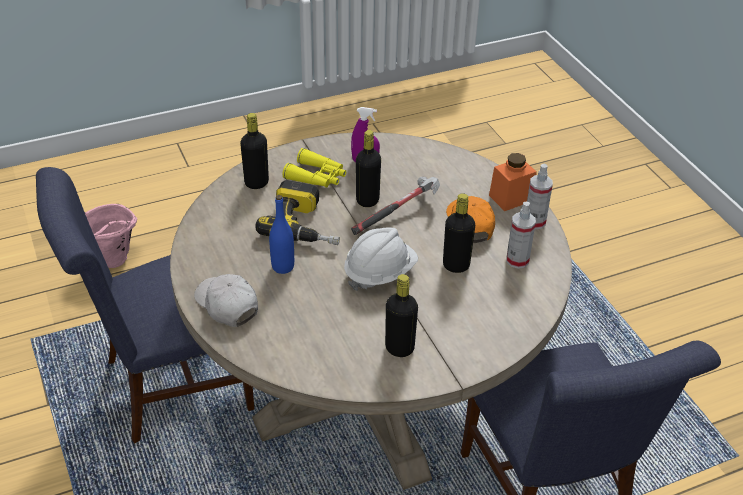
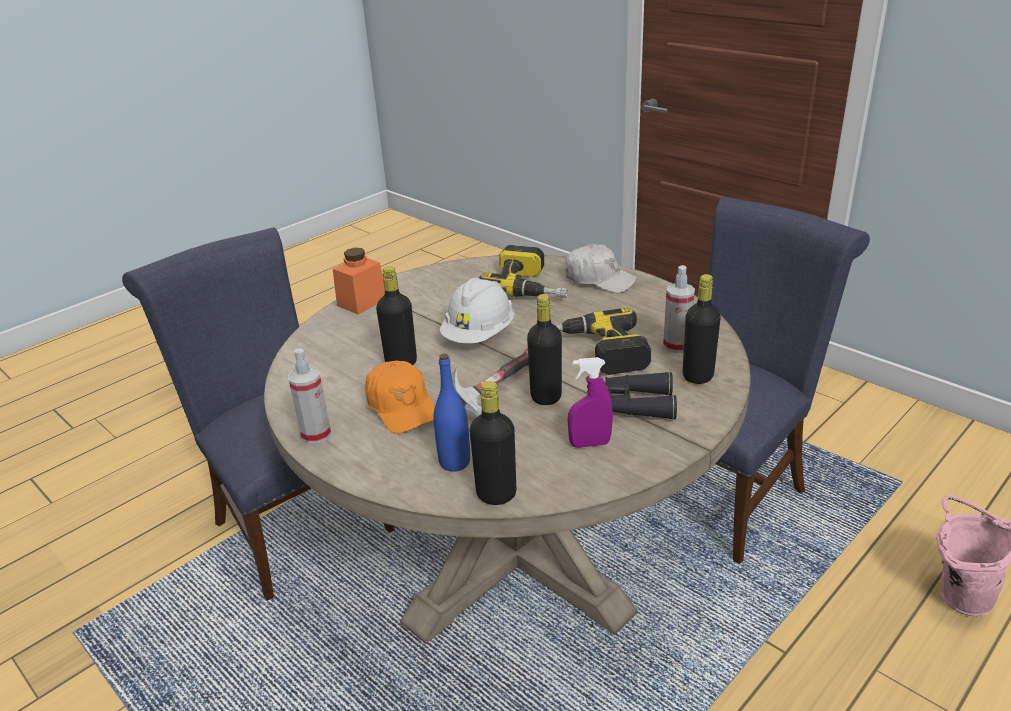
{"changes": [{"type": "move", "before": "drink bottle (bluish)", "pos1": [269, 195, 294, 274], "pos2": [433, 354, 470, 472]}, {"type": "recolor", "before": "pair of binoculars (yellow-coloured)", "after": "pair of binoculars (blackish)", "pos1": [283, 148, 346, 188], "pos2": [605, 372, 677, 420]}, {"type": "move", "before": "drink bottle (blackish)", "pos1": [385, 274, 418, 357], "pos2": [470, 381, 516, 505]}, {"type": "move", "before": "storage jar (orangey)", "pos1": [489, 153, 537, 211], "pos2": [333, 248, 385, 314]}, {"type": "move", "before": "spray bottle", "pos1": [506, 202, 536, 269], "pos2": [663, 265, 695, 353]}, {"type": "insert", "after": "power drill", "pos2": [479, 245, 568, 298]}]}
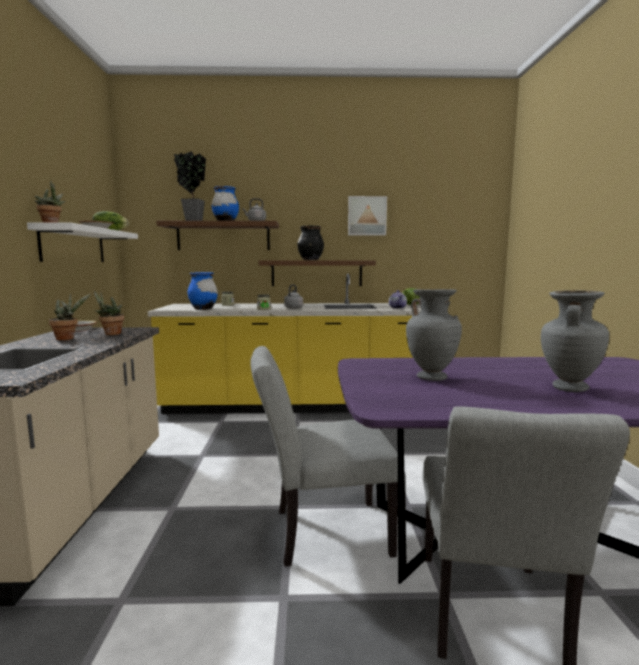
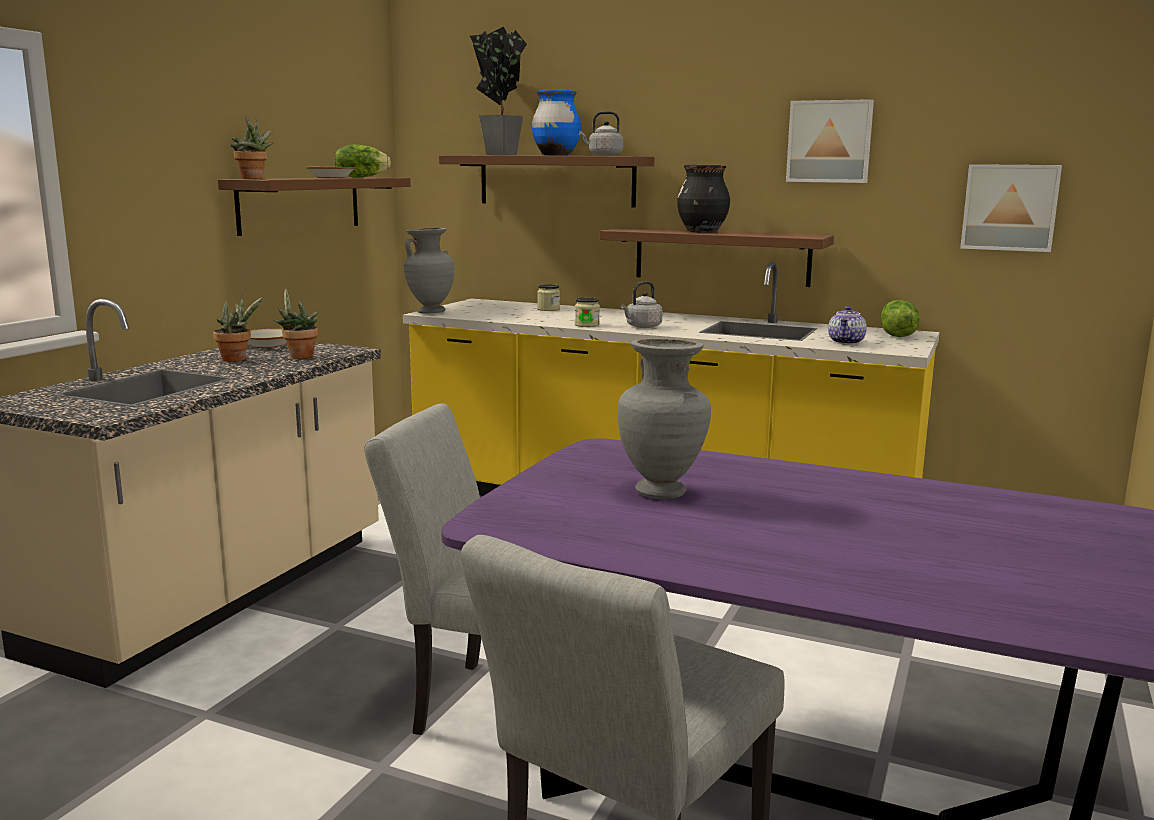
{"changes": [{"type": "recolor", "before": "bracket shelf (white)", "after": "bracket shelf (brown)", "pos1": [27, 222, 138, 262], "pos2": [218, 177, 411, 236]}, {"type": "delete", "before": "decorative vase (bluish)", "pos1": [187, 272, 218, 310]}, {"type": "move", "before": "decorative vase (grey)", "pos1": [541, 290, 609, 392], "pos2": [404, 228, 454, 314]}, {"type": "insert", "after": "wall picture", "pos2": [960, 164, 1062, 252]}]}
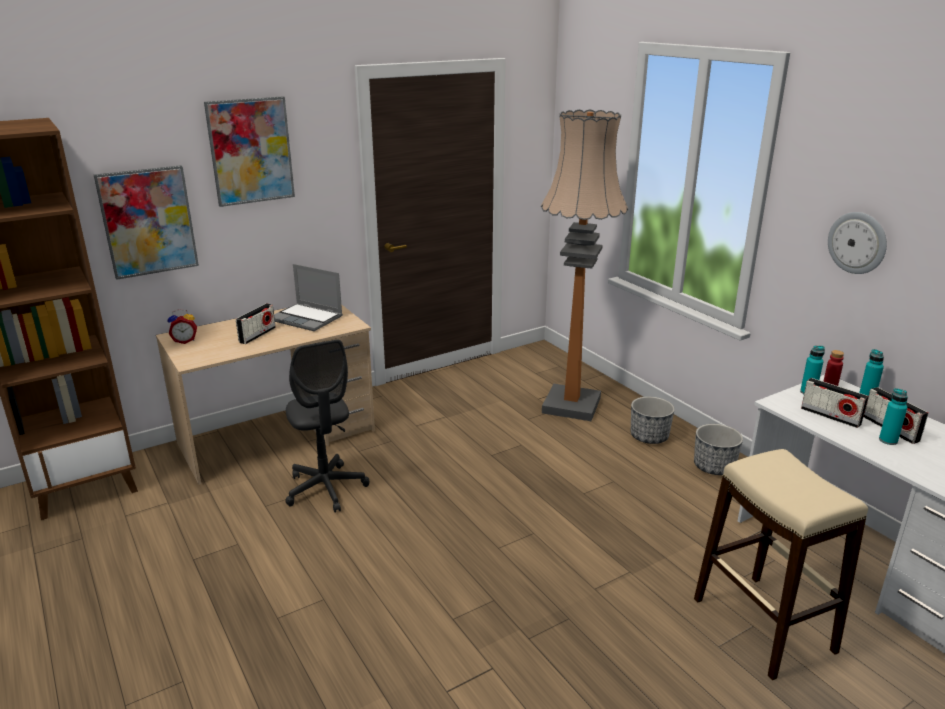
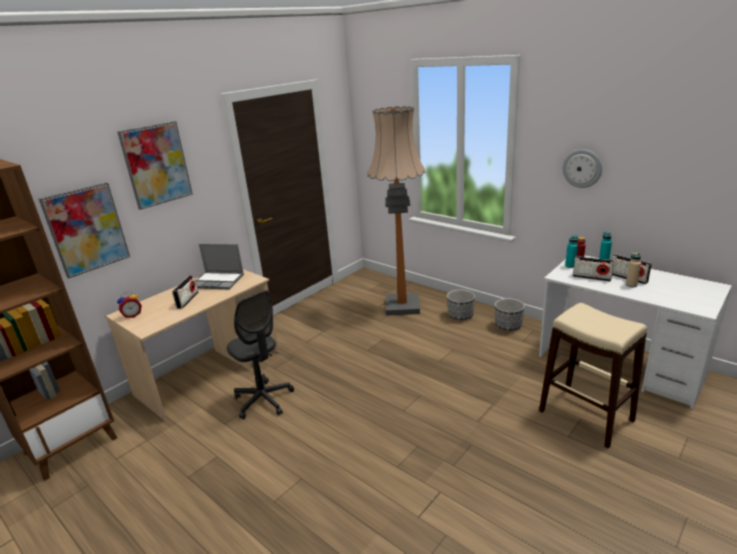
{"changes": [{"type": "recolor", "before": "drink bottle (turquoise)", "after": "drink bottle (sand-coloured)", "pos1": [879, 388, 908, 445], "pos2": [626, 252, 641, 287]}]}
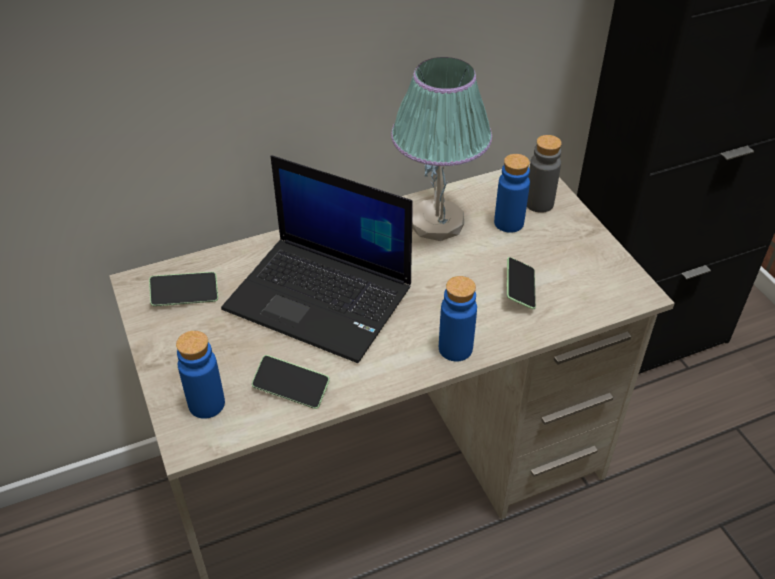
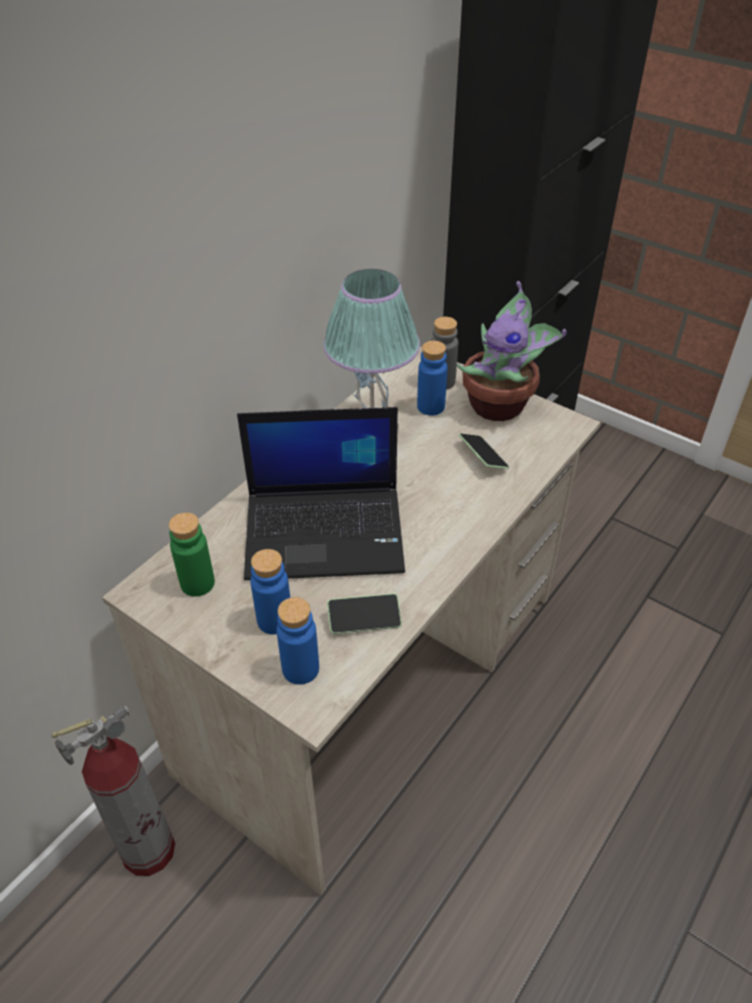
{"changes": [{"type": "replace", "before": "handset", "after": "drink bottle (green-coloured)", "pos1": [149, 272, 218, 306], "pos2": [169, 513, 215, 596]}, {"type": "move", "before": "drink bottle (bluish)", "pos1": [439, 276, 477, 361], "pos2": [250, 549, 290, 635]}, {"type": "insert", "after": "extinguisher", "pos2": [52, 706, 175, 876]}, {"type": "insert", "after": "houseplant", "pos2": [456, 281, 567, 421]}]}
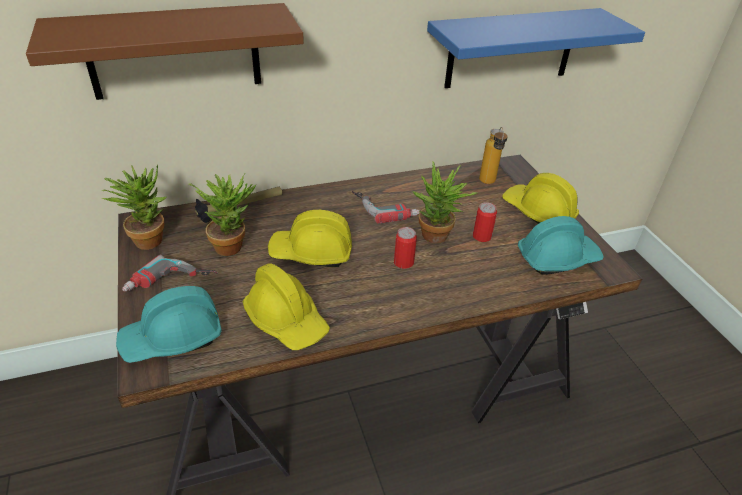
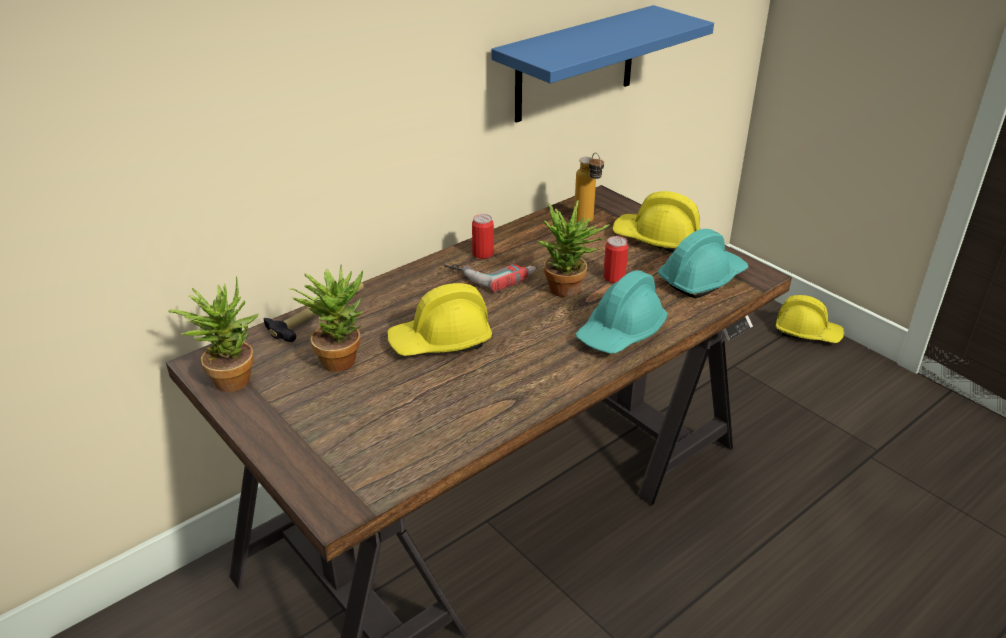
{"changes": [{"type": "delete", "before": "bracket shelf (brown)", "pos1": [26, 3, 304, 100]}, {"type": "move", "before": "safety helmet (turquoise)", "pos1": [116, 286, 222, 363], "pos2": [575, 270, 668, 353]}, {"type": "delete", "before": "power drill", "pos1": [122, 255, 218, 292]}, {"type": "move", "before": "safety helmet (yellow-coloured)", "pos1": [243, 263, 330, 350], "pos2": [776, 295, 844, 343]}, {"type": "move", "before": "metal can", "pos1": [394, 227, 417, 269], "pos2": [472, 214, 494, 259]}]}
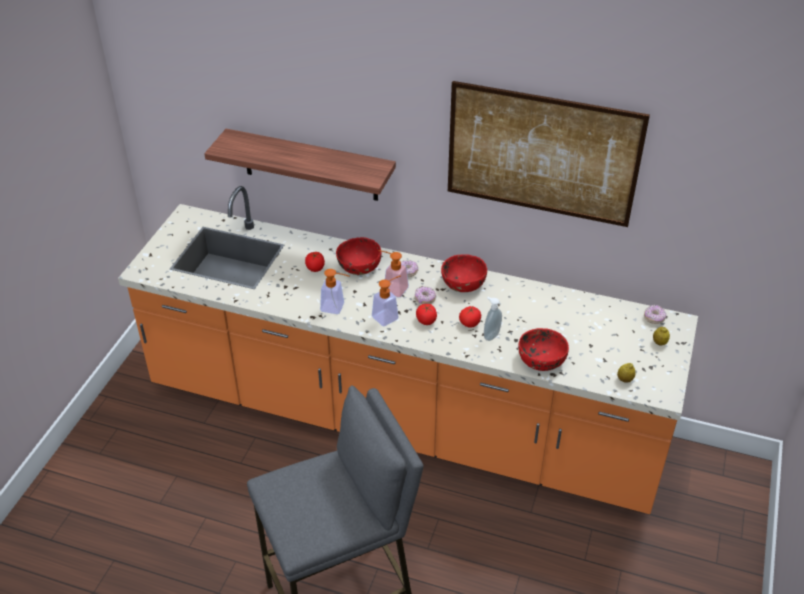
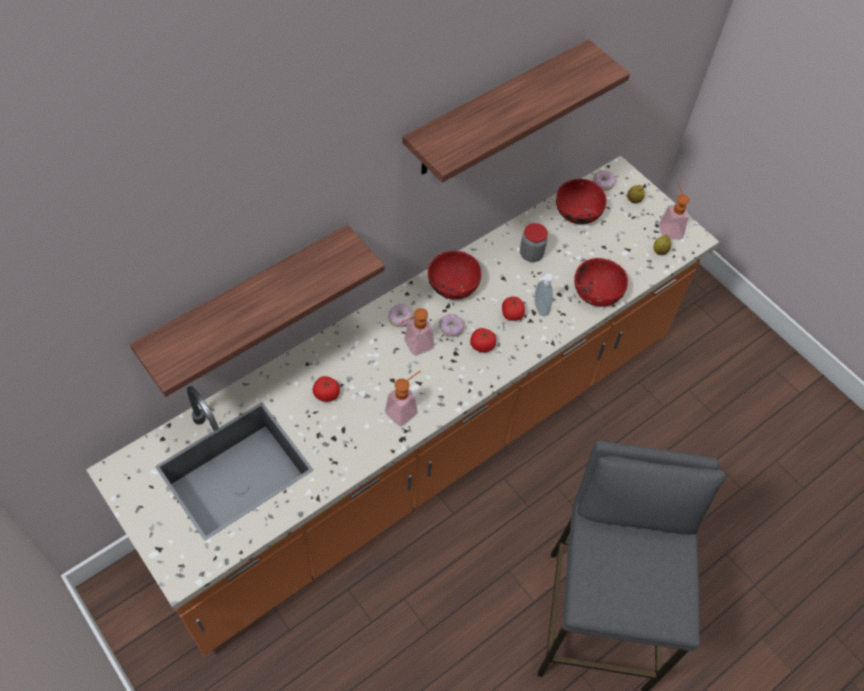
{"changes": [{"type": "move", "before": "bowl (red-coloured)", "pos1": [336, 237, 382, 275], "pos2": [556, 179, 607, 224]}, {"type": "move", "before": "liquid soap bottle", "pos1": [372, 275, 401, 326], "pos2": [659, 183, 690, 240]}, {"type": "replace", "before": "wall picture", "after": "bracket shelf", "pos1": [448, 81, 650, 227], "pos2": [402, 39, 630, 183]}, {"type": "insert", "after": "storage jar", "pos2": [520, 223, 548, 262]}]}
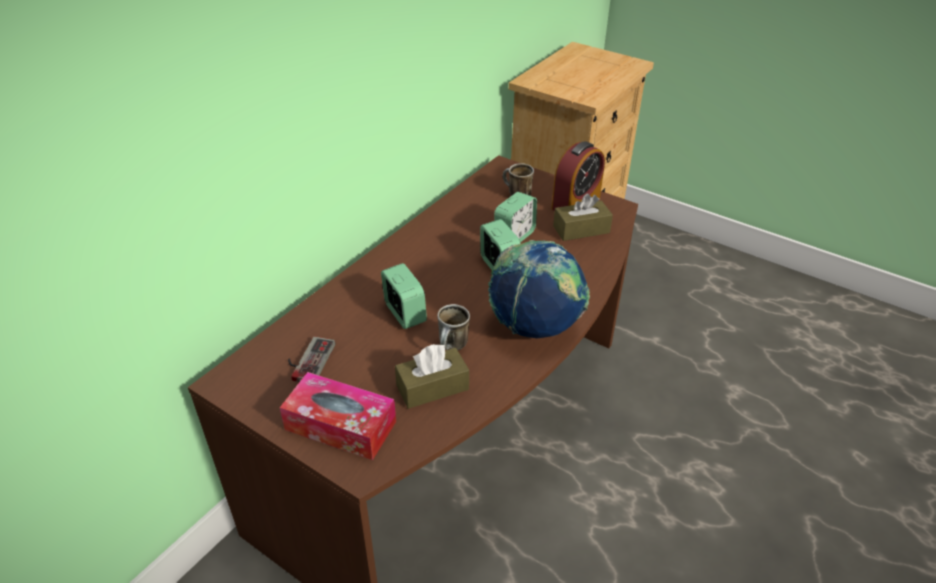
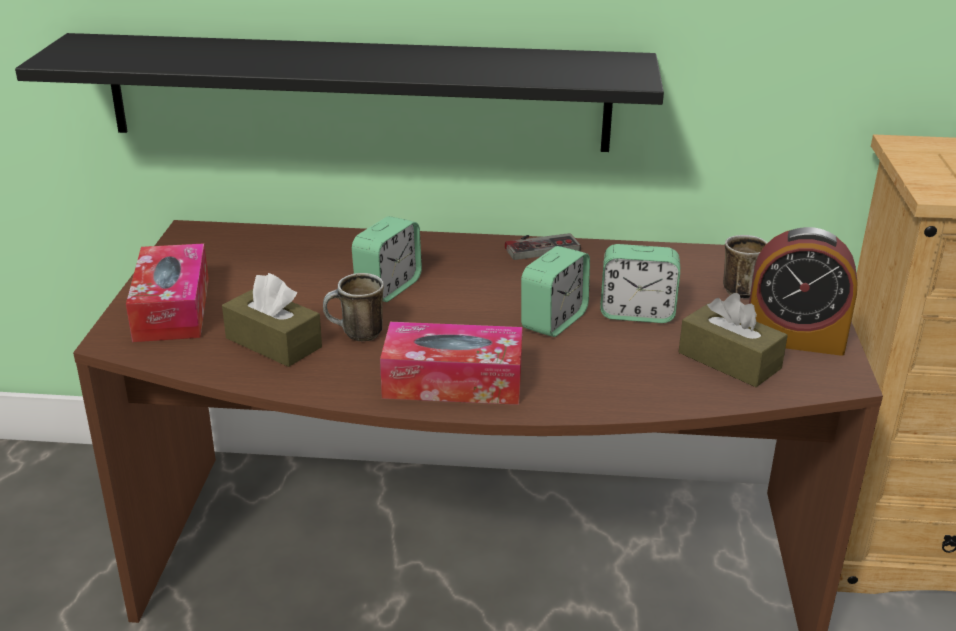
{"changes": [{"type": "move", "before": "game controller", "pos1": [288, 337, 335, 382], "pos2": [505, 233, 581, 260]}, {"type": "replace", "before": "desk globe", "after": "tissue holder", "pos1": [488, 240, 590, 338], "pos2": [380, 322, 523, 405]}, {"type": "insert", "after": "bracket shelf (blackish)", "pos2": [15, 33, 664, 152]}]}
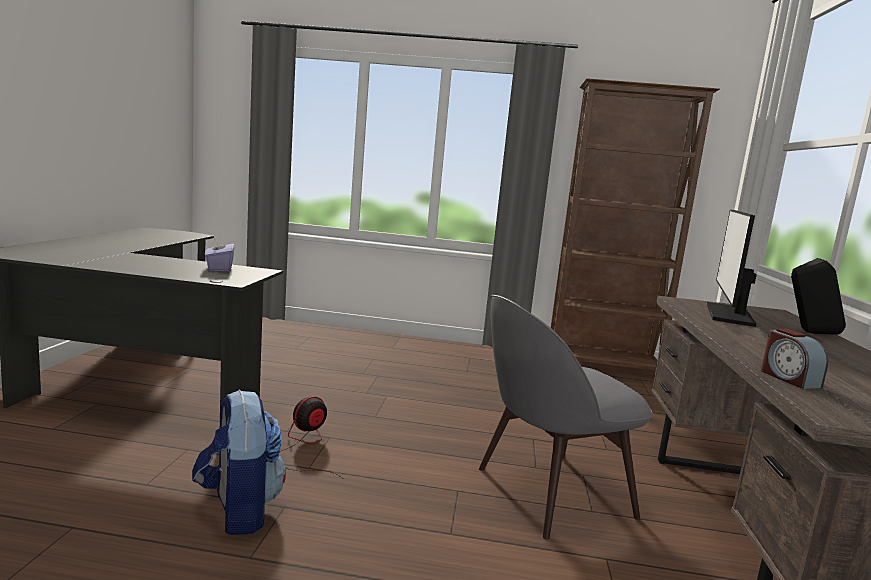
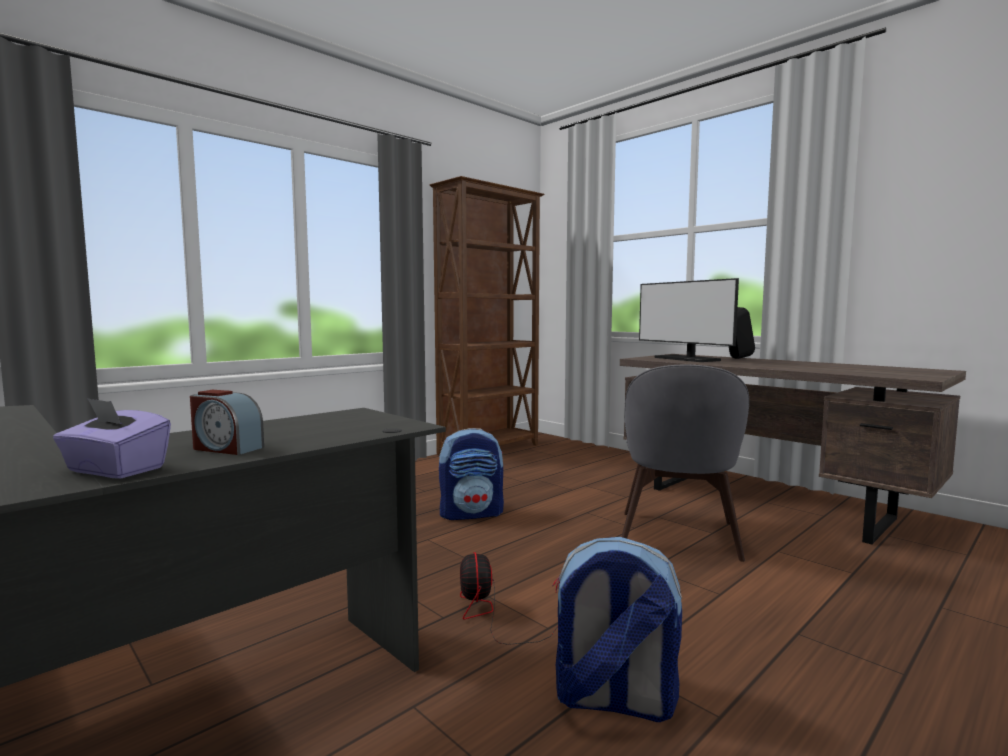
{"changes": [{"type": "move", "before": "tissue holder (purple-coloured)", "pos1": [205, 236, 234, 271], "pos2": [53, 398, 171, 479]}, {"type": "move", "before": "table clock", "pos1": [761, 329, 828, 389], "pos2": [190, 390, 264, 455]}, {"type": "insert", "after": "rucksack", "pos2": [439, 428, 504, 520]}]}
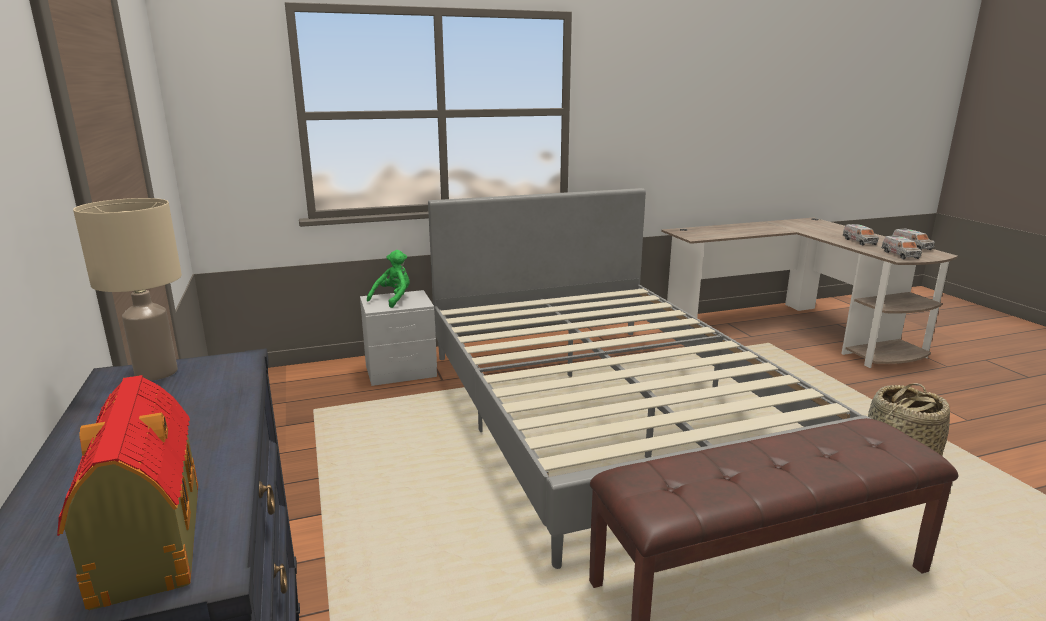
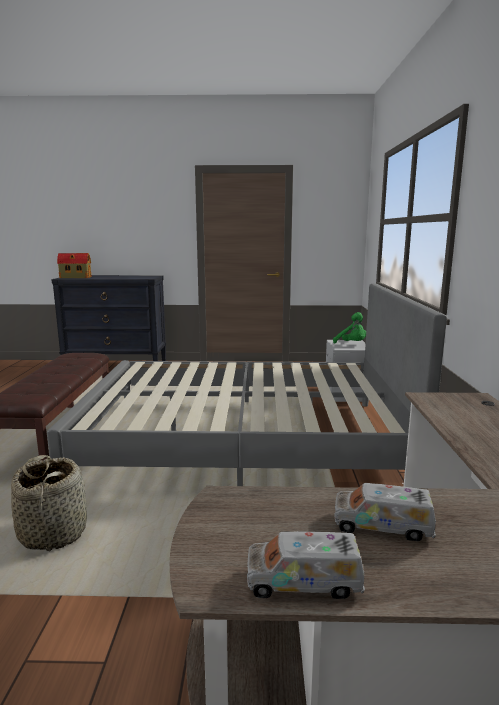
{"changes": [{"type": "delete", "before": "tabletop lamp (sand-coloured)", "pos1": [73, 198, 182, 381]}, {"type": "delete", "before": "model truck", "pos1": [881, 236, 922, 259]}]}
